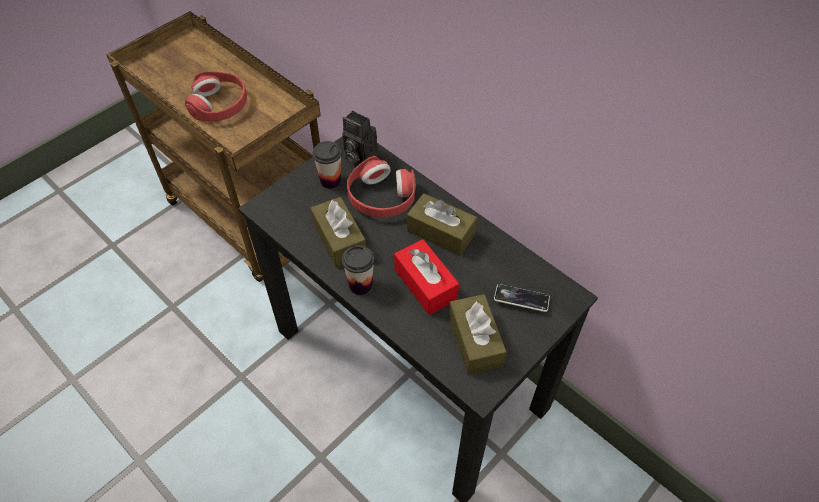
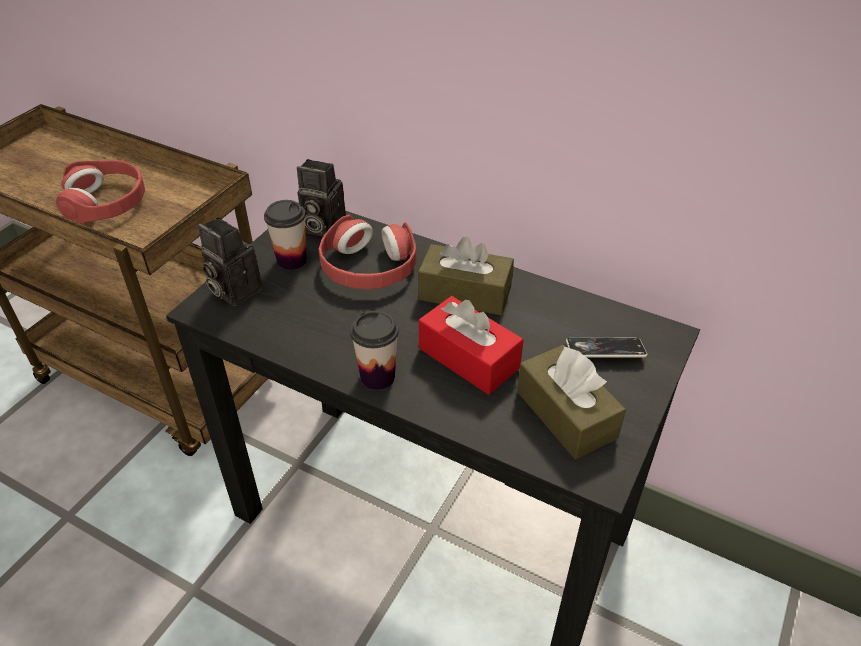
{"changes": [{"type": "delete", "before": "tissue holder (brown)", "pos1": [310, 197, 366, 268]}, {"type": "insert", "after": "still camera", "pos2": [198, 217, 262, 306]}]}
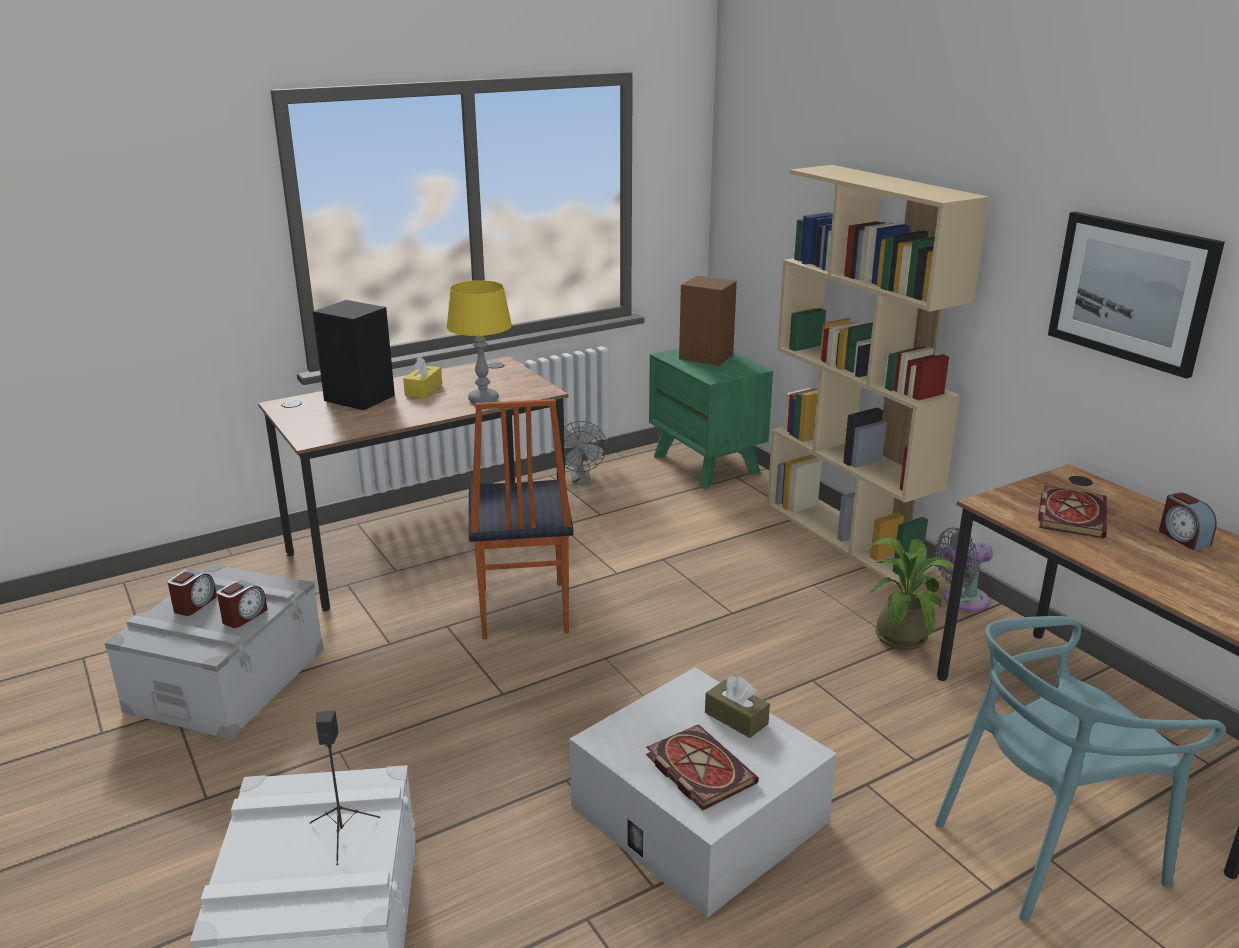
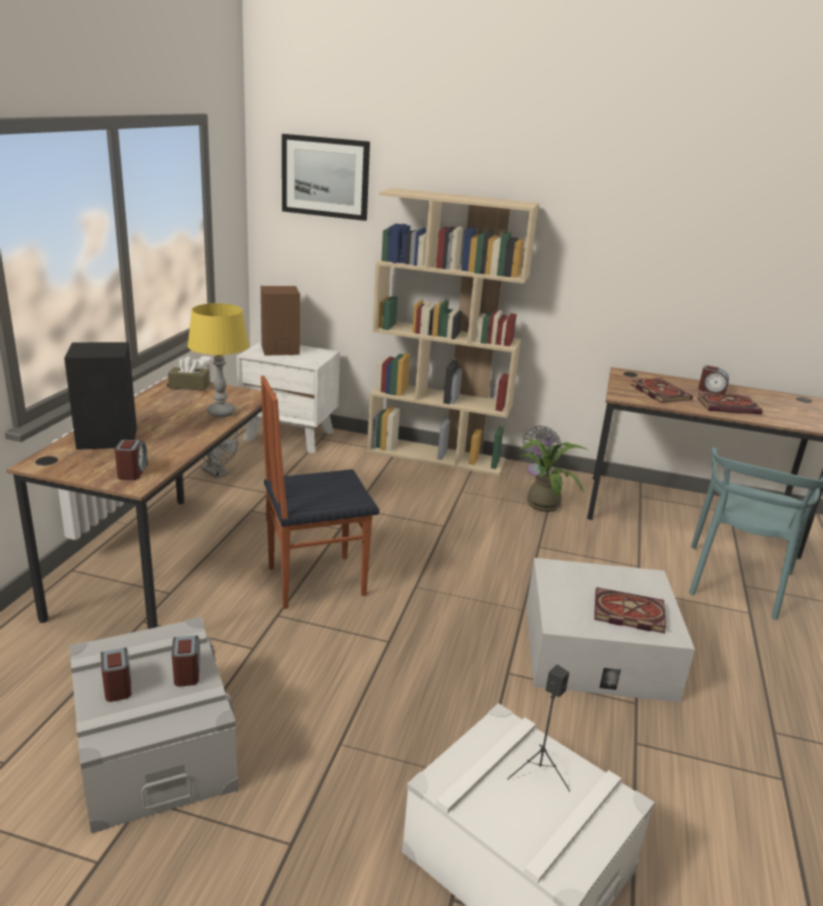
{"changes": [{"type": "delete", "before": "tissue holder (yellow-coloured)", "pos1": [403, 356, 442, 398]}, {"type": "rotate", "before": "plain chair", "pos1": [469, 399, 574, 639], "pos2": [261, 376, 379, 609], "turn": 120}, {"type": "recolor", "before": "night table (green-coloured)", "after": "night table (white)", "pos1": [649, 348, 773, 489], "pos2": [237, 341, 340, 453]}, {"type": "move", "before": "tissue holder (brown)", "pos1": [705, 676, 770, 738], "pos2": [168, 356, 210, 391]}, {"type": "move", "before": "wall picture", "pos1": [1048, 212, 1225, 379], "pos2": [282, 134, 370, 221]}, {"type": "insert", "after": "table clock", "pos2": [115, 440, 148, 480]}, {"type": "insert", "after": "bound book", "pos2": [697, 393, 763, 414]}]}
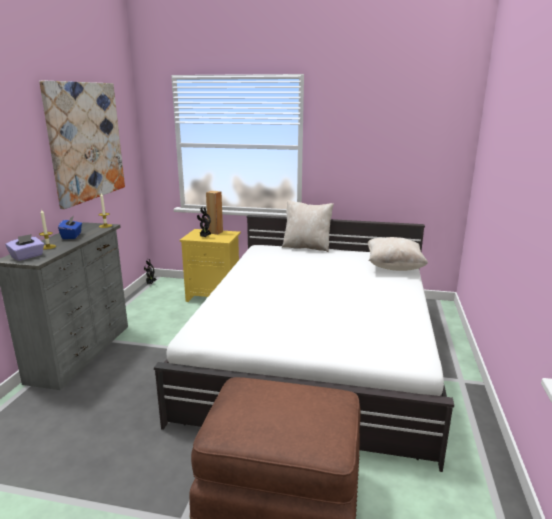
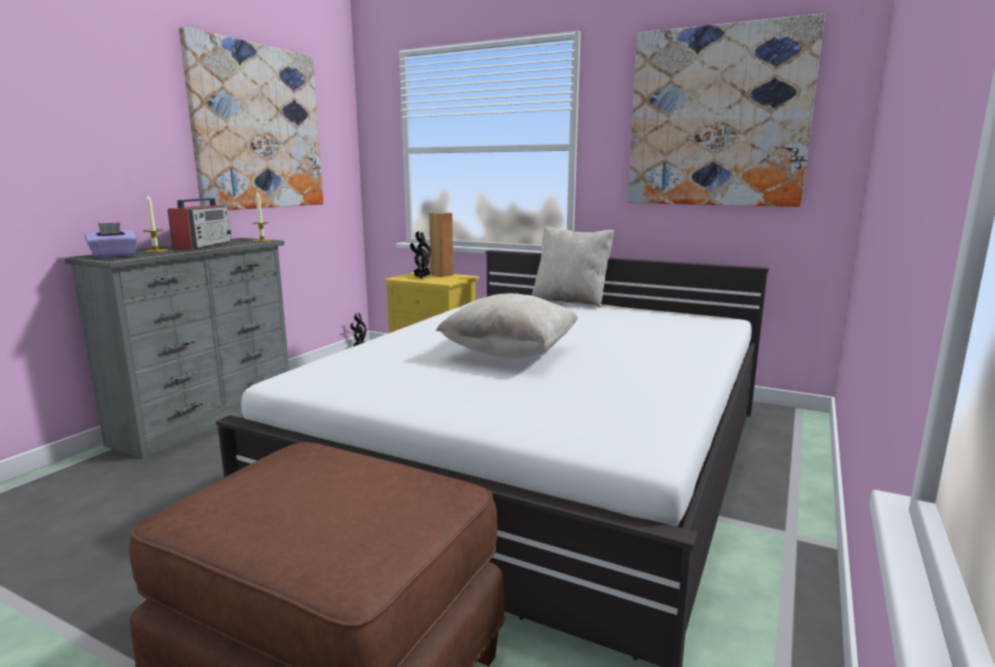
{"changes": [{"type": "replace", "before": "tissue holder (bluish)", "after": "radio", "pos1": [58, 216, 82, 239], "pos2": [168, 195, 232, 250]}, {"type": "move", "before": "cushion (sand-coloured)", "pos1": [368, 237, 428, 271], "pos2": [436, 293, 578, 358]}, {"type": "insert", "after": "wall picture", "pos2": [628, 14, 825, 207]}]}
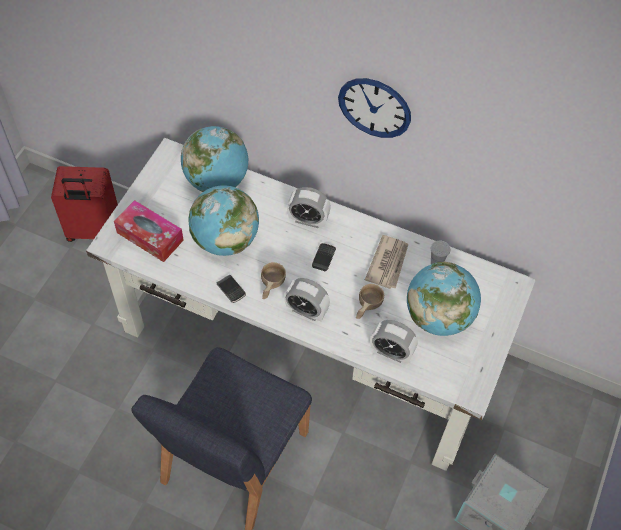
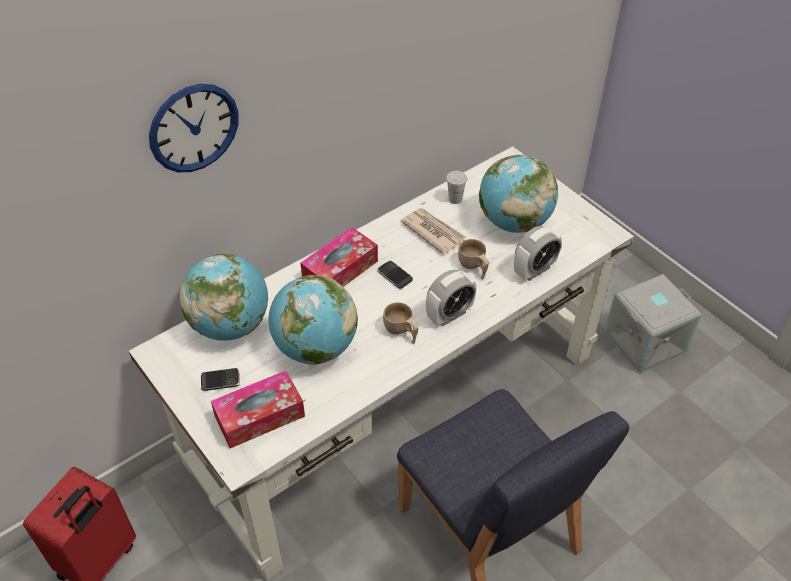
{"changes": [{"type": "move", "before": "handset", "pos1": [217, 274, 246, 303], "pos2": [201, 368, 240, 391]}, {"type": "replace", "before": "table clock", "after": "tissue holder", "pos1": [287, 187, 331, 228], "pos2": [300, 227, 378, 287]}, {"type": "move", "before": "wall clock", "pos1": [338, 78, 411, 138], "pos2": [149, 84, 239, 172]}]}
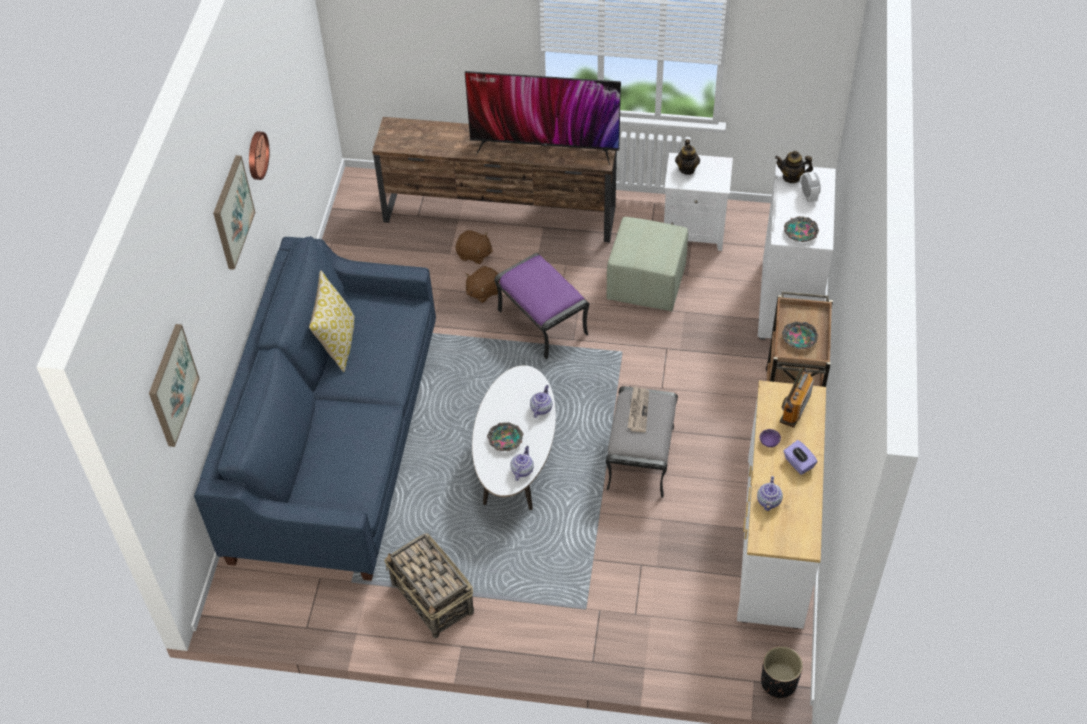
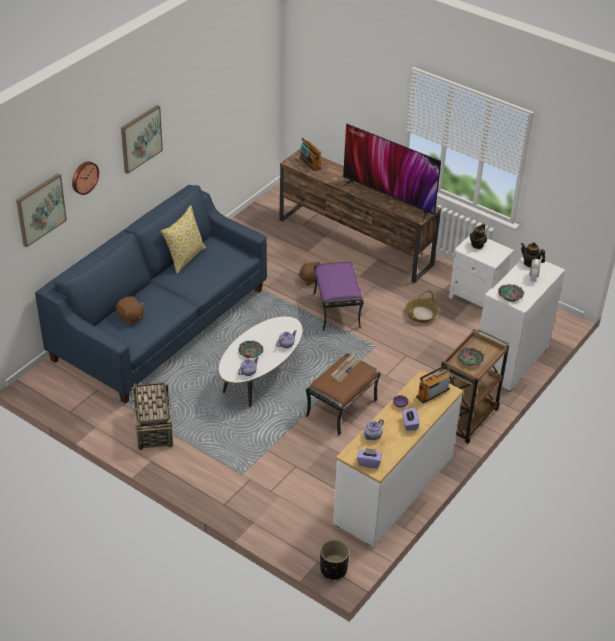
{"changes": [{"type": "move", "before": "wall clock", "pos1": [249, 131, 270, 180], "pos2": [72, 161, 99, 195]}, {"type": "move", "before": "cuddly toy (brown)", "pos1": [456, 230, 493, 264], "pos2": [116, 296, 145, 325]}, {"type": "replace", "before": "ottoman (green-coloured)", "after": "basket", "pos1": [606, 217, 688, 311], "pos2": [405, 290, 439, 323]}, {"type": "recolor", "before": "ottoman (grey)", "after": "ottoman (brown)", "pos1": [606, 386, 678, 498], "pos2": [306, 354, 381, 436]}, {"type": "insert", "after": "radio", "pos2": [299, 138, 322, 171]}, {"type": "insert", "after": "tissue holder (purple-coloured)", "pos2": [357, 448, 382, 468]}]}
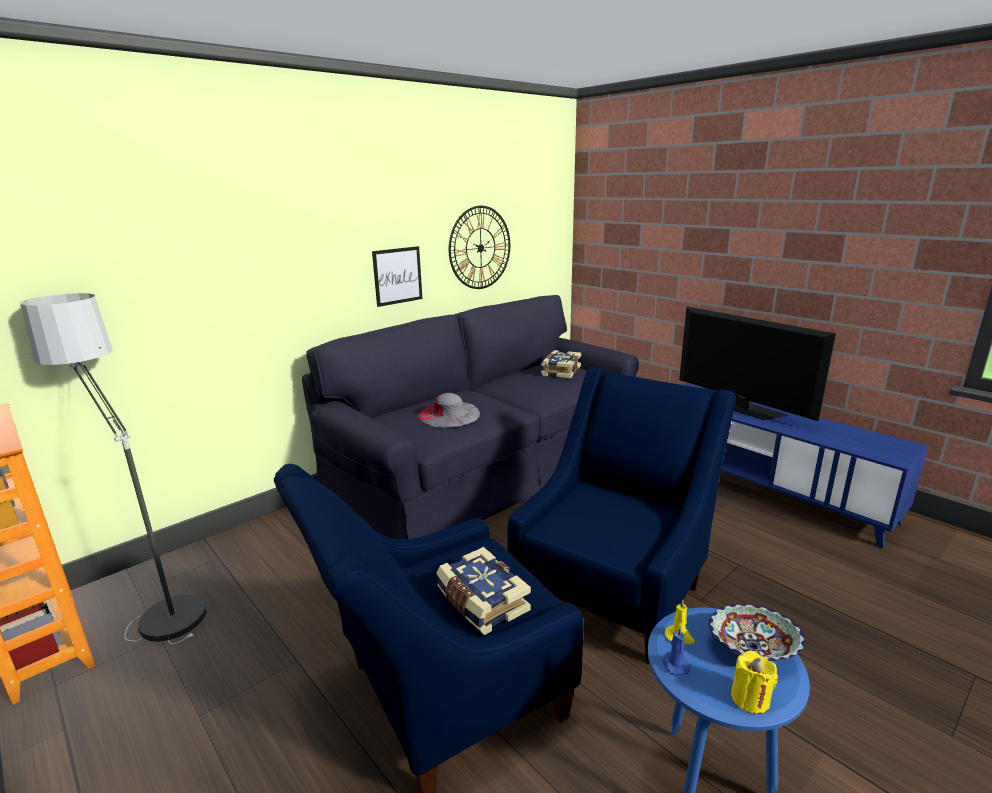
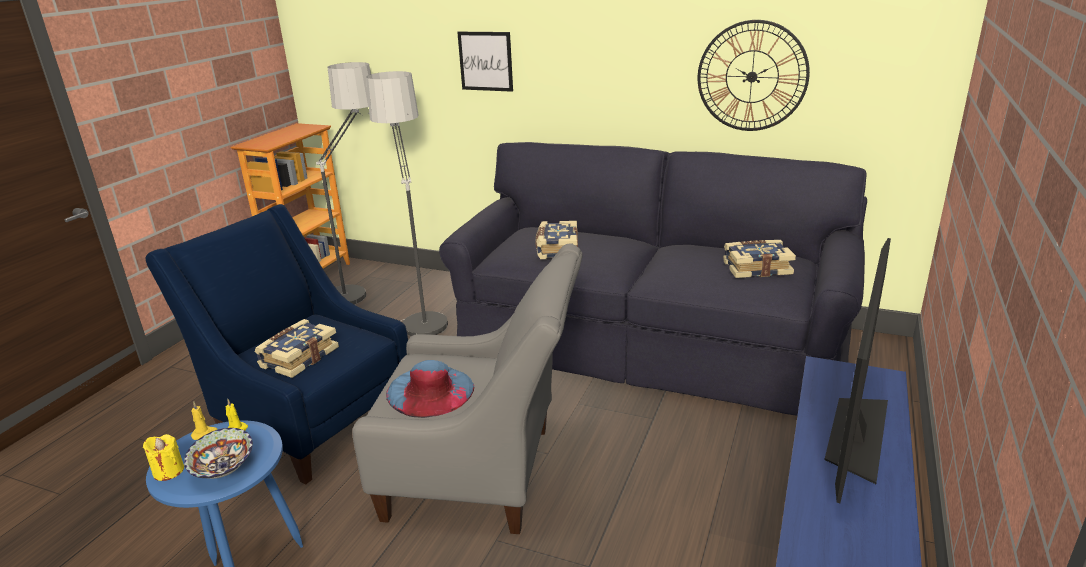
{"changes": [{"type": "move", "before": "wall picture", "pos1": [372, 246, 422, 307], "pos2": [457, 32, 513, 92]}, {"type": "replace", "before": "clothing hat (grey)", "after": "bound book", "pos1": [418, 393, 480, 428], "pos2": [536, 221, 578, 259]}, {"type": "recolor", "before": "easy chair (bluish)", "after": "easy chair (grey)", "pos1": [507, 367, 736, 664], "pos2": [352, 243, 583, 534]}, {"type": "recolor", "before": "wax light (bluish)", "after": "wax light (yellow-coloured)", "pos1": [662, 626, 691, 676], "pos2": [191, 402, 217, 440]}, {"type": "insert", "after": "floor lamp", "pos2": [366, 71, 448, 336]}, {"type": "insert", "after": "clothing hat (bluish)", "pos2": [386, 360, 474, 418]}]}
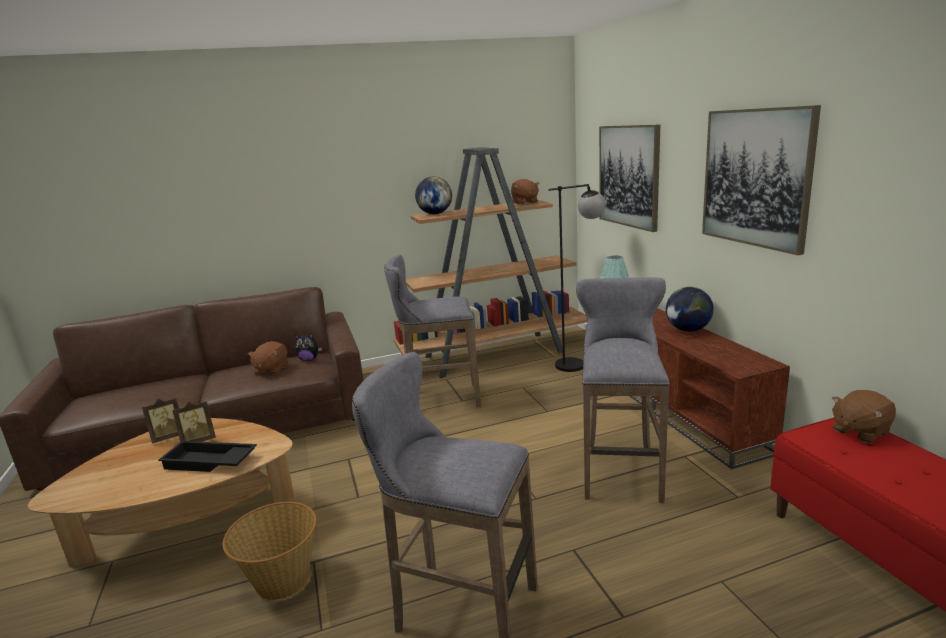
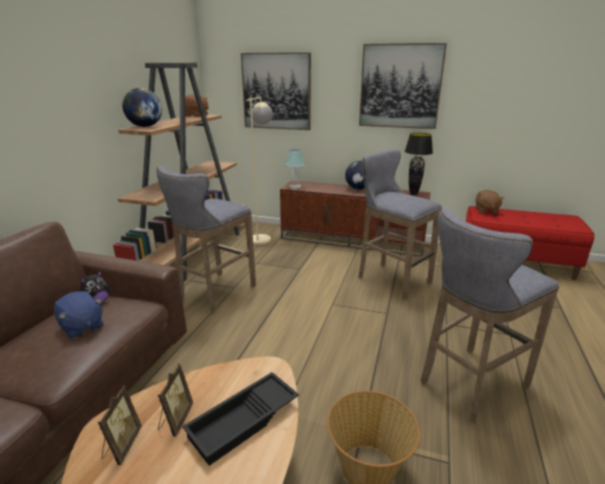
{"changes": [{"type": "recolor", "before": "cuddly toy (brown)", "after": "cuddly toy (bluish)", "pos1": [248, 341, 288, 375], "pos2": [54, 291, 104, 339]}, {"type": "recolor", "before": "floor lamp (blackish)", "after": "floor lamp (sand-coloured)", "pos1": [549, 184, 606, 372], "pos2": [246, 97, 273, 245]}, {"type": "insert", "after": "tabletop lamp (blackish)", "pos2": [404, 133, 433, 195]}]}
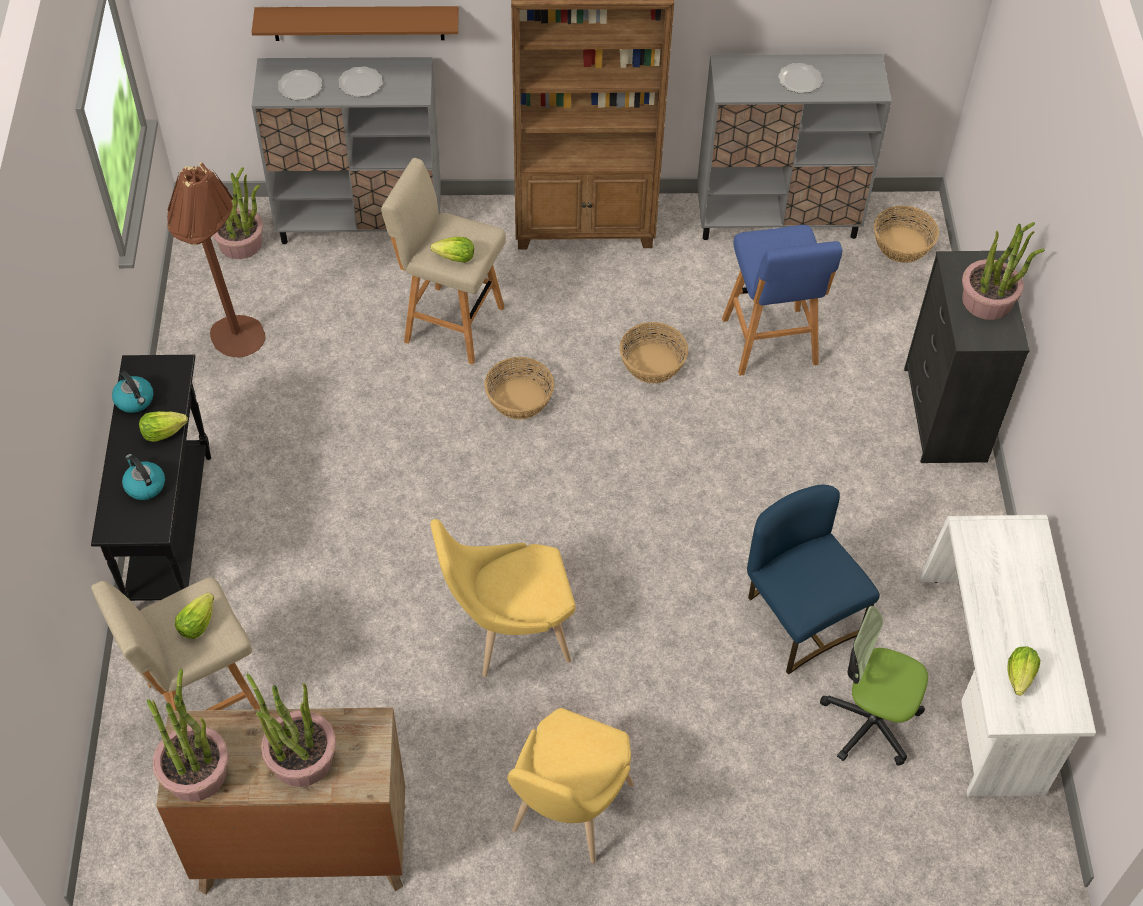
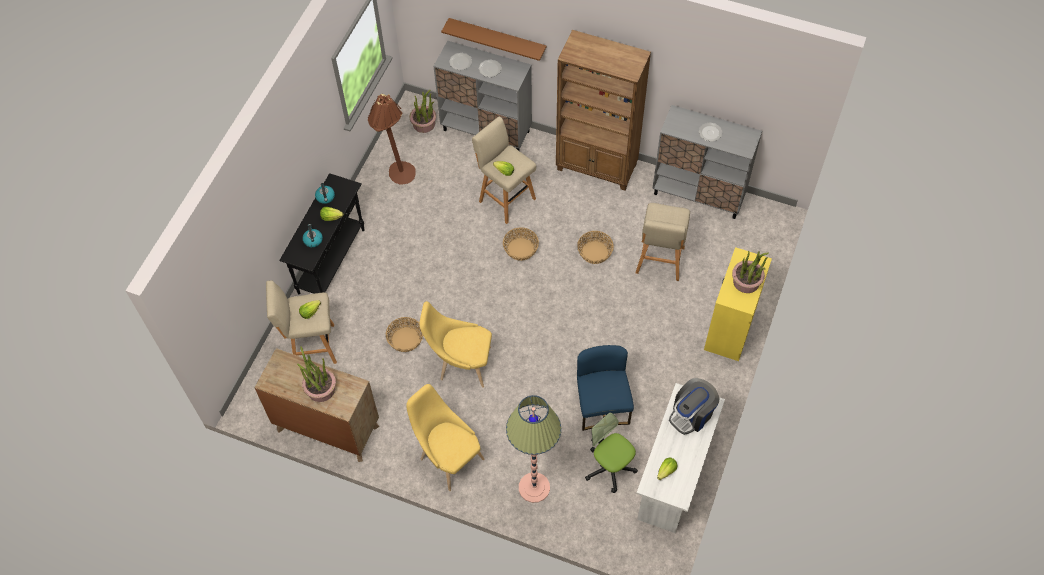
{"changes": [{"type": "delete", "before": "houseplant", "pos1": [147, 669, 228, 802]}, {"type": "rotate", "before": "plain chair (yellow-coloured)", "pos1": [507, 708, 634, 863], "pos2": [406, 384, 485, 491], "turn": 90}, {"type": "recolor", "before": "stool (bluish)", "after": "stool (sand-coloured)", "pos1": [722, 225, 842, 376], "pos2": [636, 203, 690, 281]}, {"type": "move", "before": "basket", "pos1": [874, 206, 939, 263], "pos2": [386, 317, 423, 352]}, {"type": "recolor", "before": "chest of drawers (blackish)", "after": "chest of drawers (yellow-coloured)", "pos1": [904, 251, 1030, 463], "pos2": [704, 247, 772, 361]}, {"type": "insert", "after": "floor lamp", "pos2": [506, 395, 561, 503]}, {"type": "insert", "after": "coffee maker", "pos2": [669, 378, 720, 435]}]}
